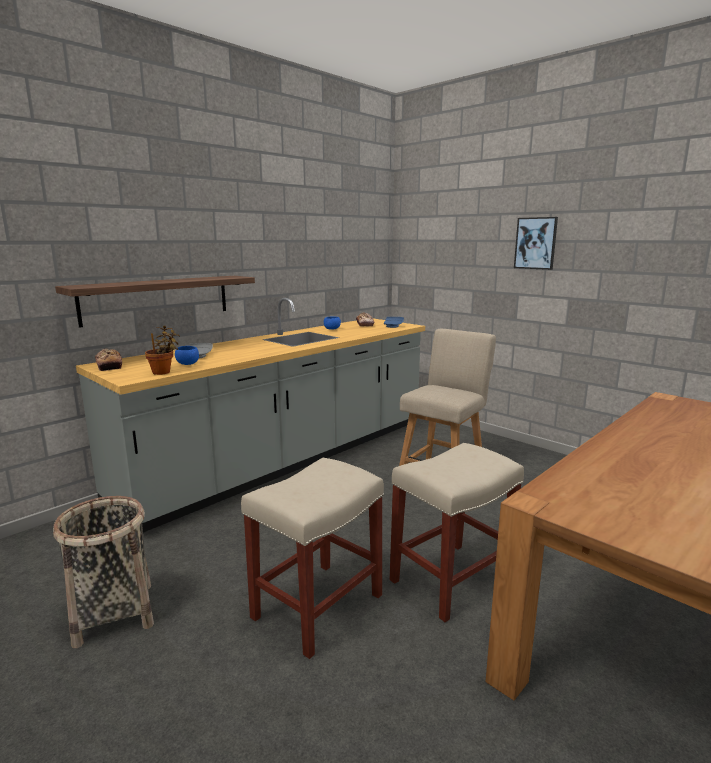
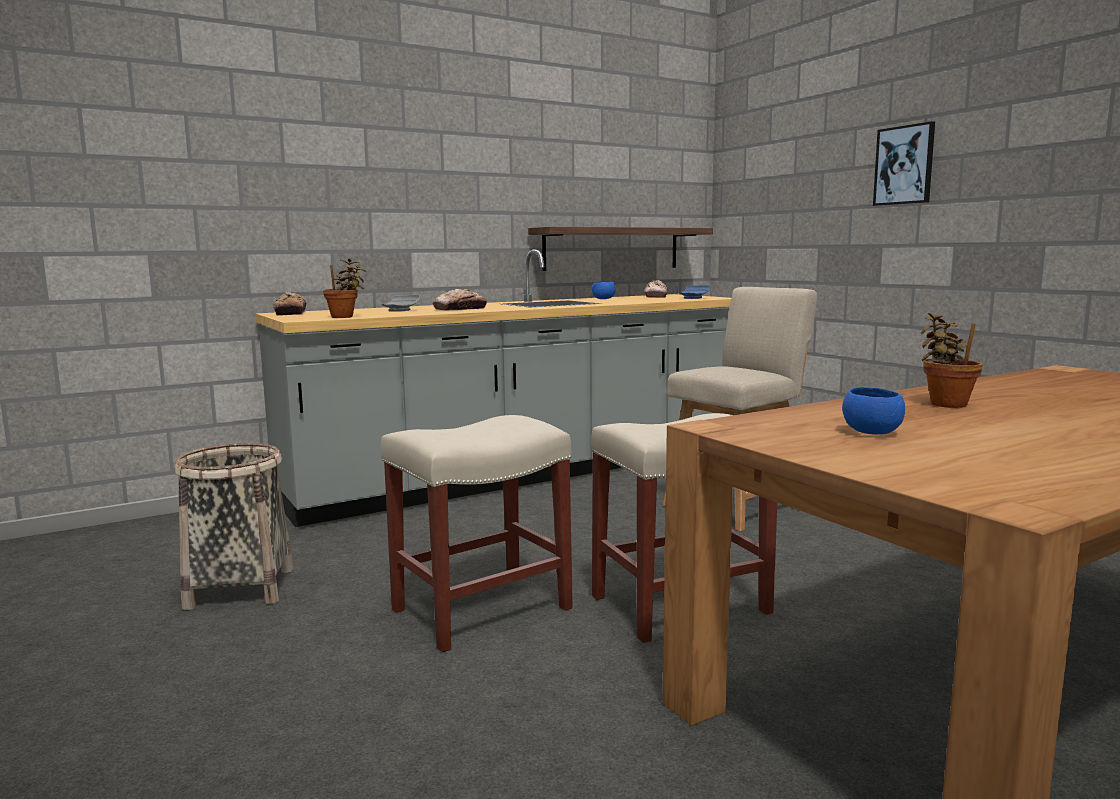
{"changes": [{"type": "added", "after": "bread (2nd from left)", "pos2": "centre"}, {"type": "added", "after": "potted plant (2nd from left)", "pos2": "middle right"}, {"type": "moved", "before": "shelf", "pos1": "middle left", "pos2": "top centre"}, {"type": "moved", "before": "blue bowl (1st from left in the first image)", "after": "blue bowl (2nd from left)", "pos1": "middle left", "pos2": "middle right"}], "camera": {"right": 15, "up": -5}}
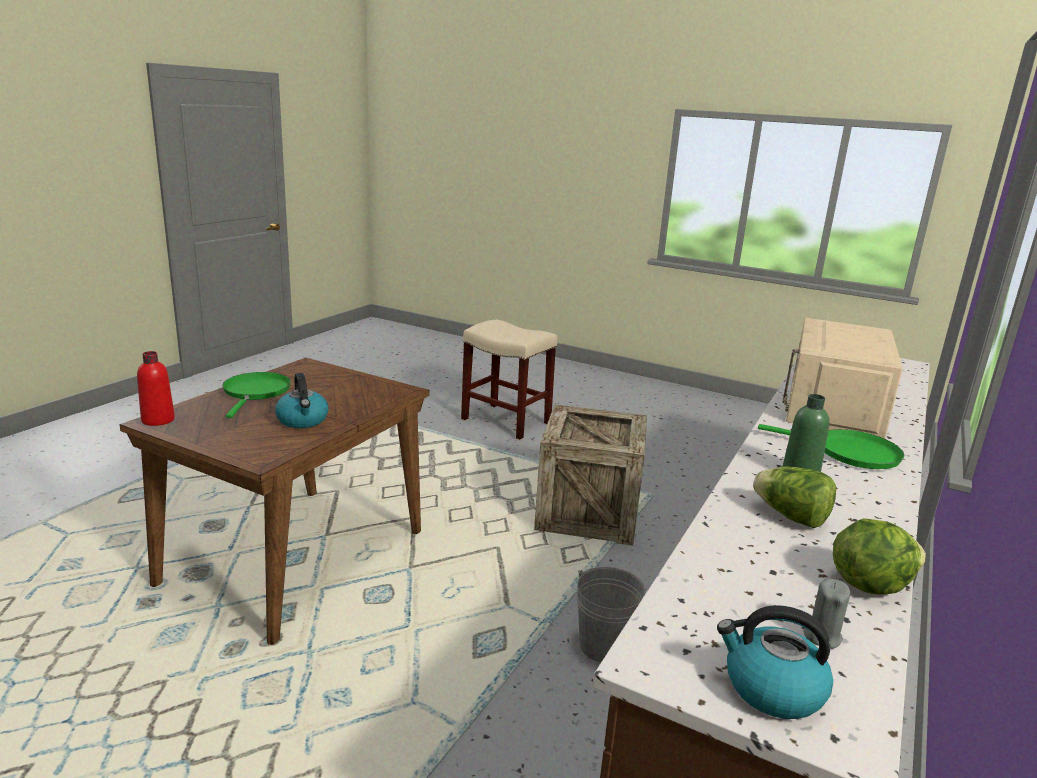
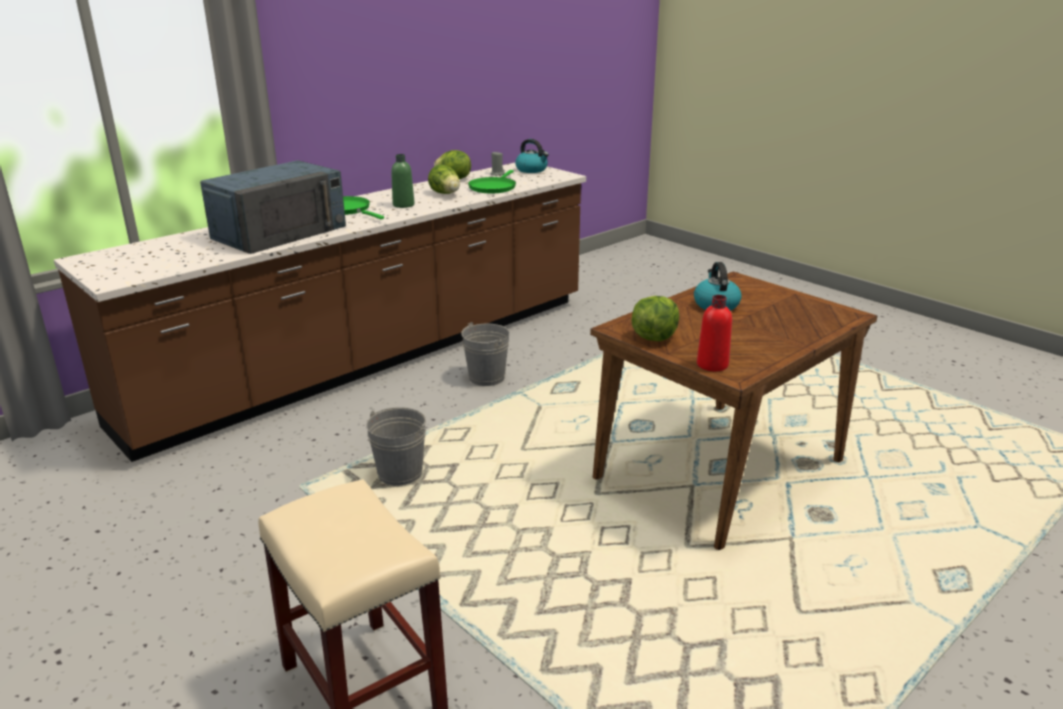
{"changes": [{"type": "added", "after": "lettuce (3rd from left)", "pos2": "centre"}, {"type": "moved", "before": "red bottle", "pos1": "middle left", "pos2": "middle right"}, {"type": "moved", "before": "green frying pan (1st from left in the first image)", "after": "green frying pan (2nd from left)", "pos1": "middle left", "pos2": "top centre"}, {"type": "replaced", "before": "crate", "after": "grey bucket (1st from left)", "pos1": "centre", "pos2": "centre"}, {"type": "recoloured", "before": "beige microwave", "after": "blue microwave", "pos1": "middle right", "pos2": "top left"}], "camera": {"right": -160, "up": 5}}
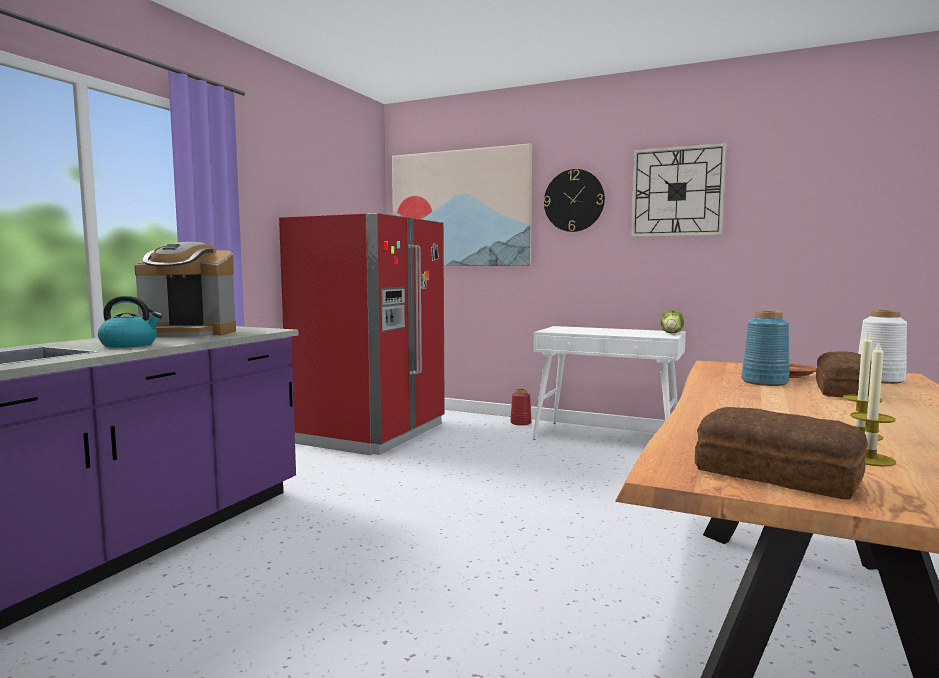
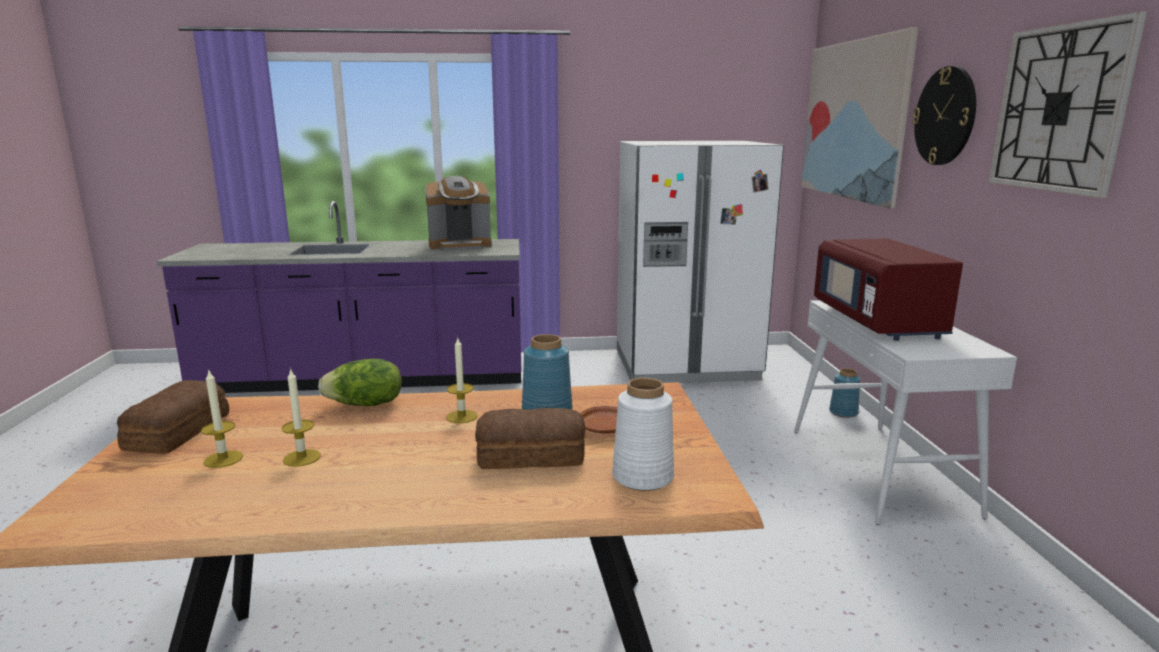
{"changes": [{"type": "removed", "before": "kettle", "pos1": "middle left"}, {"type": "added", "after": "candle (3rd from left)", "pos2": "centre"}, {"type": "added", "after": "red microwave", "pos2": "middle right"}, {"type": "moved", "before": "lettuce", "pos1": "middle right", "pos2": "middle left"}, {"type": "recoloured", "before": "red fridge", "after": "white fridge", "pos1": "centre", "pos2": "centre"}, {"type": "recoloured", "before": "red vase", "after": "blue vase (2nd from left)", "pos1": "centre", "pos2": "middle right"}, {"type": "turned", "before": "coffee machine", "pos1": "middle left", "pos2": "top centre", "turn": -75}], "camera": {"right": 60, "up": 10}}
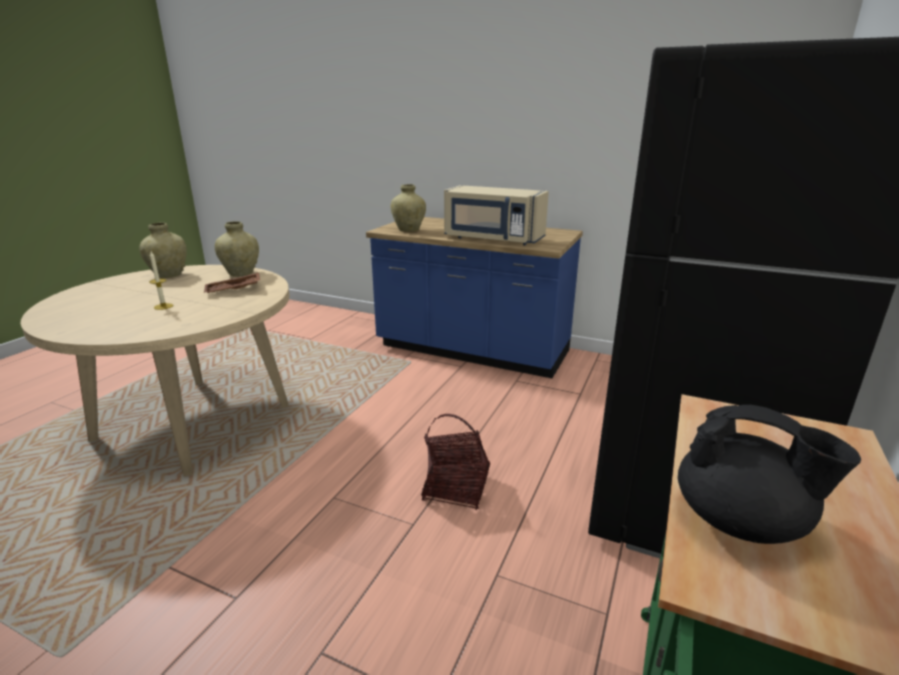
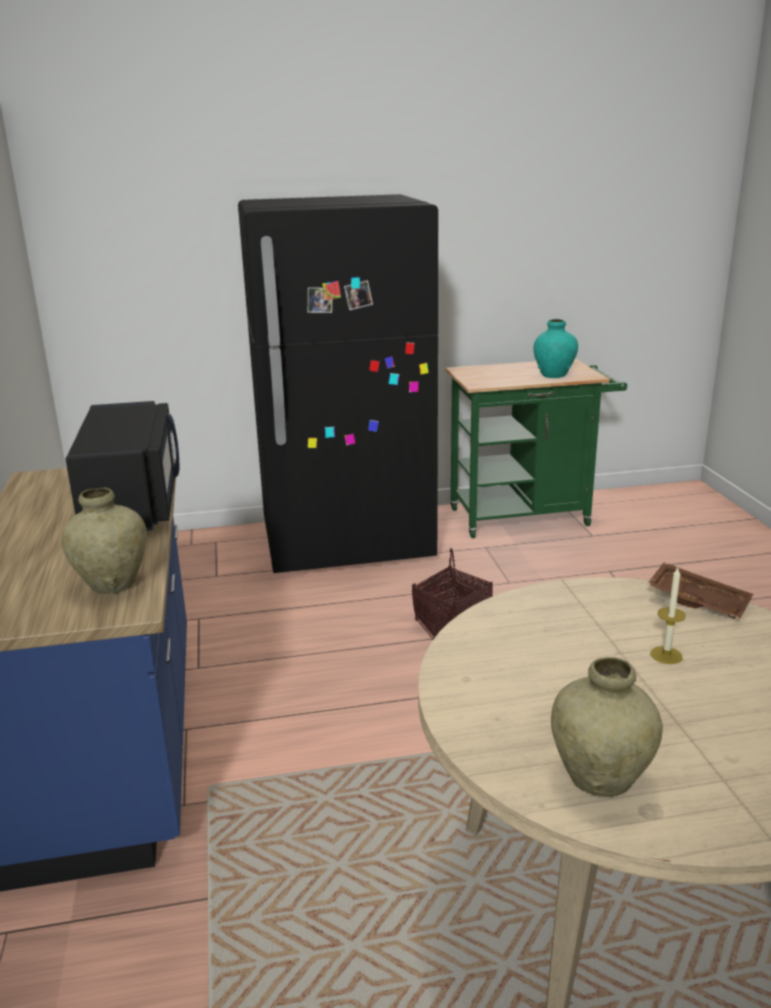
{"changes": [{"type": "removed", "before": "beige vase (2nd from left)", "pos1": "middle left"}, {"type": "moved", "before": "brown tray", "pos1": "middle left", "pos2": "middle right"}, {"type": "replaced", "before": "black teapot", "after": "turquoise vase", "pos1": "bottom right", "pos2": "middle right"}, {"type": "recoloured", "before": "beige microwave", "after": "black microwave", "pos1": "top centre", "pos2": "middle left"}], "camera": {"right": -125, "up": 0}}
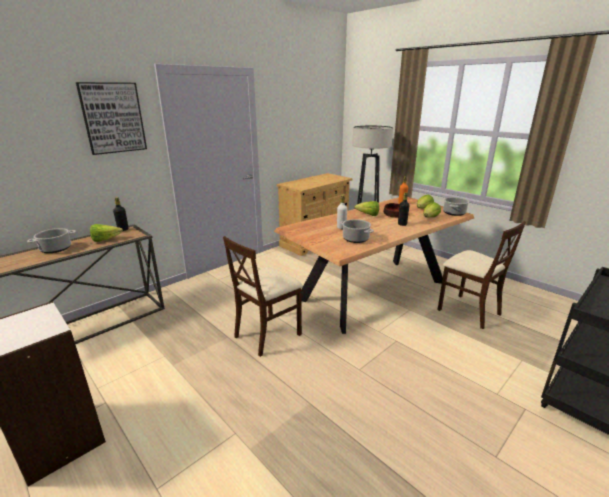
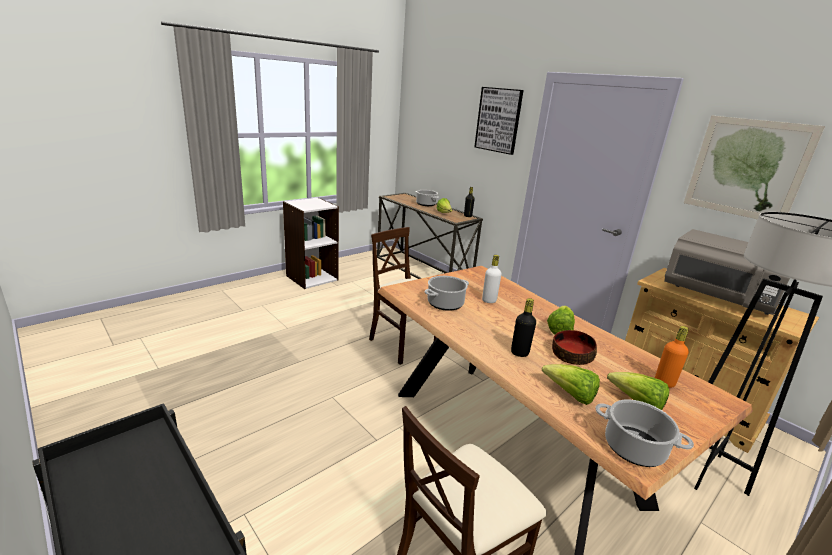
{"changes": [{"type": "added", "after": "grey microwave", "pos2": "middle right"}, {"type": "added", "after": "picture (2nd from left)", "pos2": "top right"}], "camera": {"right": 90, "up": 0}}
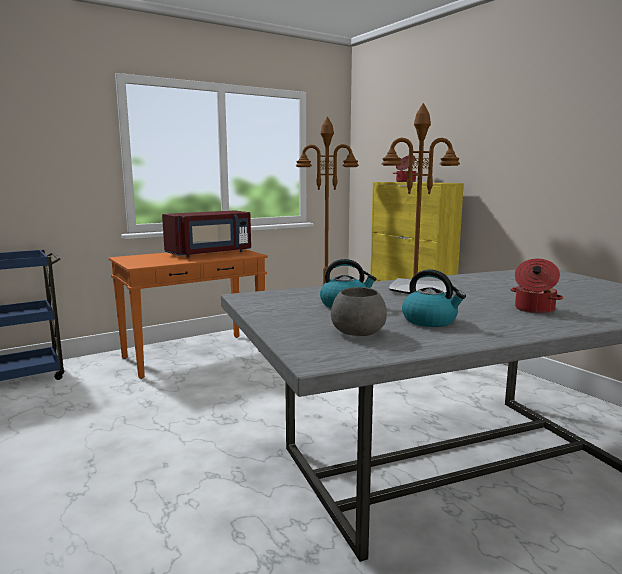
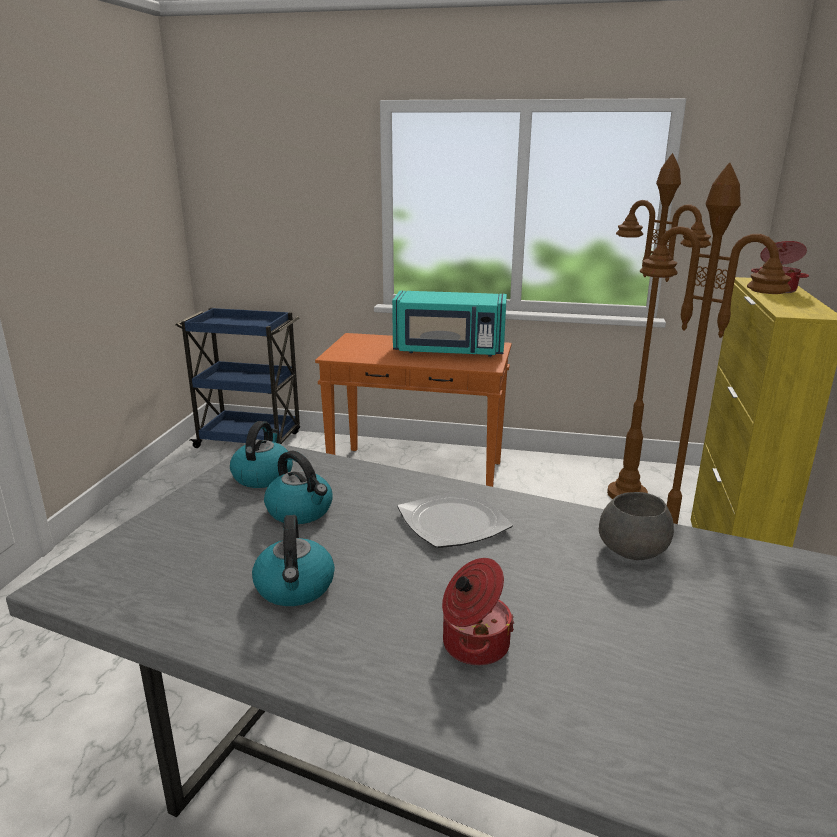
{"changes": [{"type": "added", "after": "kettle (1st from left)", "pos2": "middle left"}, {"type": "moved", "before": "grey bowl", "pos1": "centre", "pos2": "middle right"}, {"type": "recoloured", "before": "red microwave", "after": "turquoise microwave", "pos1": "middle left", "pos2": "centre"}], "camera": {"right": 45, "up": 10}}
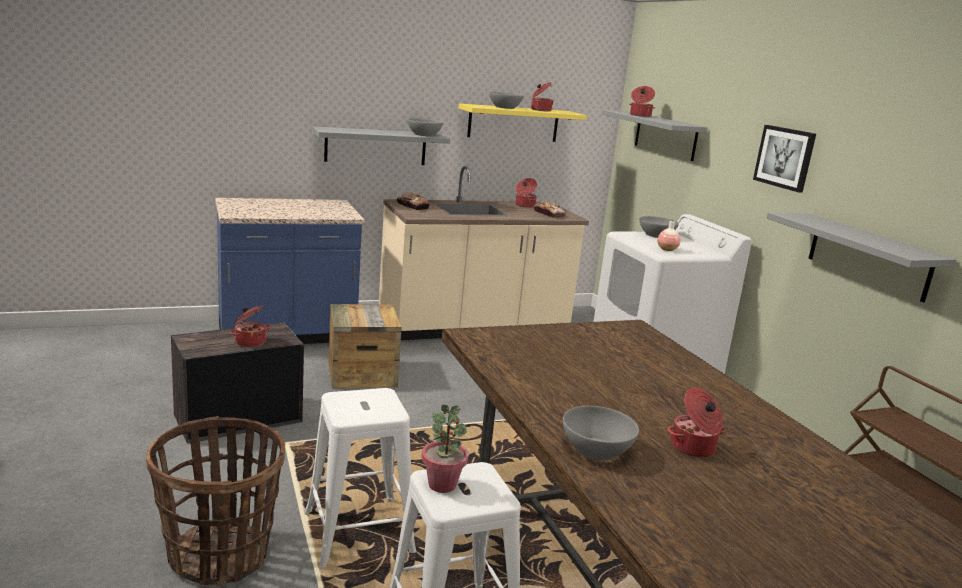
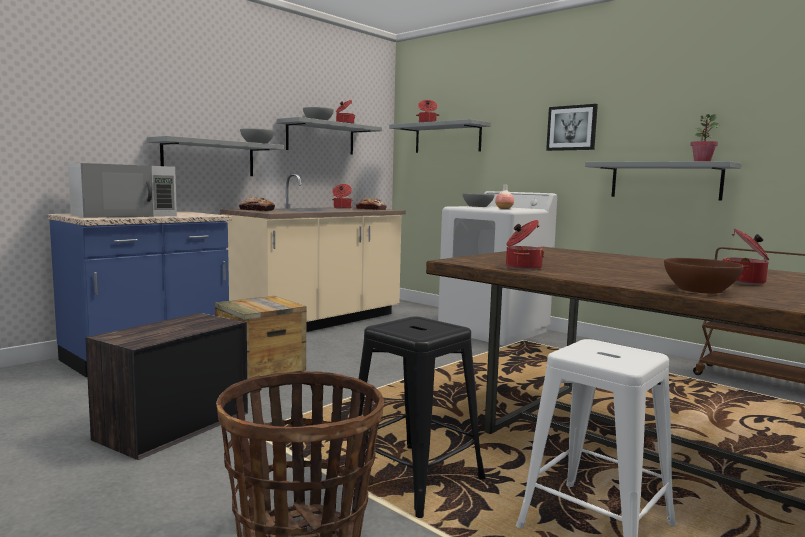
{"changes": [{"type": "added", "after": "white microwave", "pos2": "middle left"}, {"type": "moved", "before": "cooking pot (1st from left in the first image)", "after": "cooking pot (4th from left)", "pos1": "middle left", "pos2": "centre"}, {"type": "moved", "before": "potted plant", "pos1": "bottom centre", "pos2": "top right"}, {"type": "recoloured", "before": "white stool (1st from left)", "after": "black stool", "pos1": "bottom centre", "pos2": "bottom centre"}, {"type": "recoloured", "before": "yellow shelf", "after": "grey shelf (2nd from left)", "pos1": "top centre", "pos2": "top centre"}, {"type": "recoloured", "before": "grey bowl (3rd from left)", "after": "brown bowl", "pos1": "bottom centre", "pos2": "middle right"}], "camera": {"right": -25, "up": -10}}
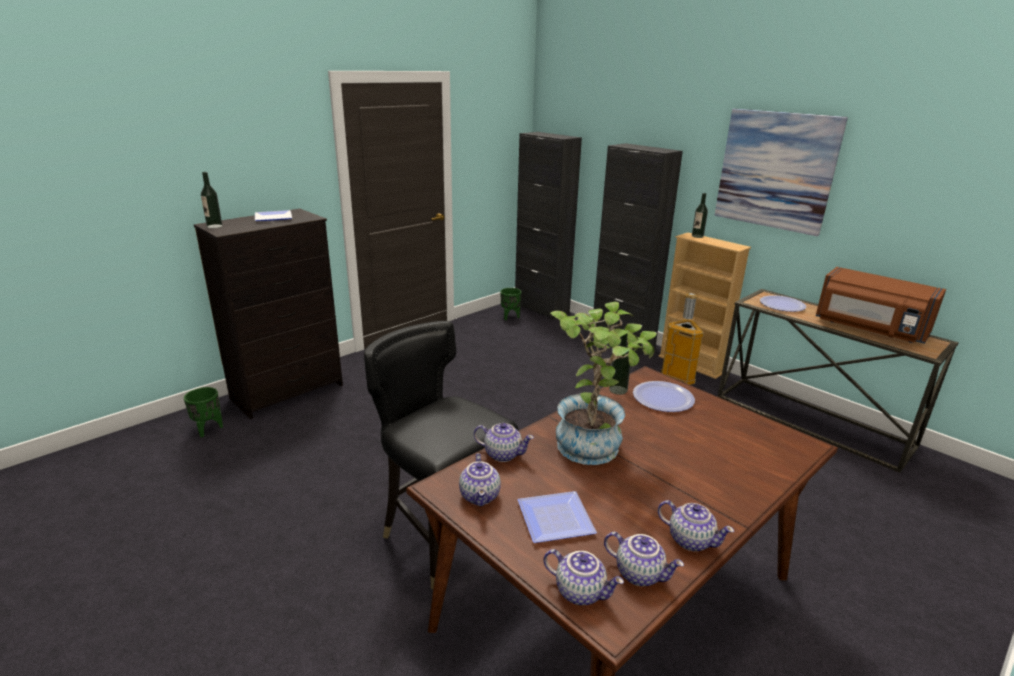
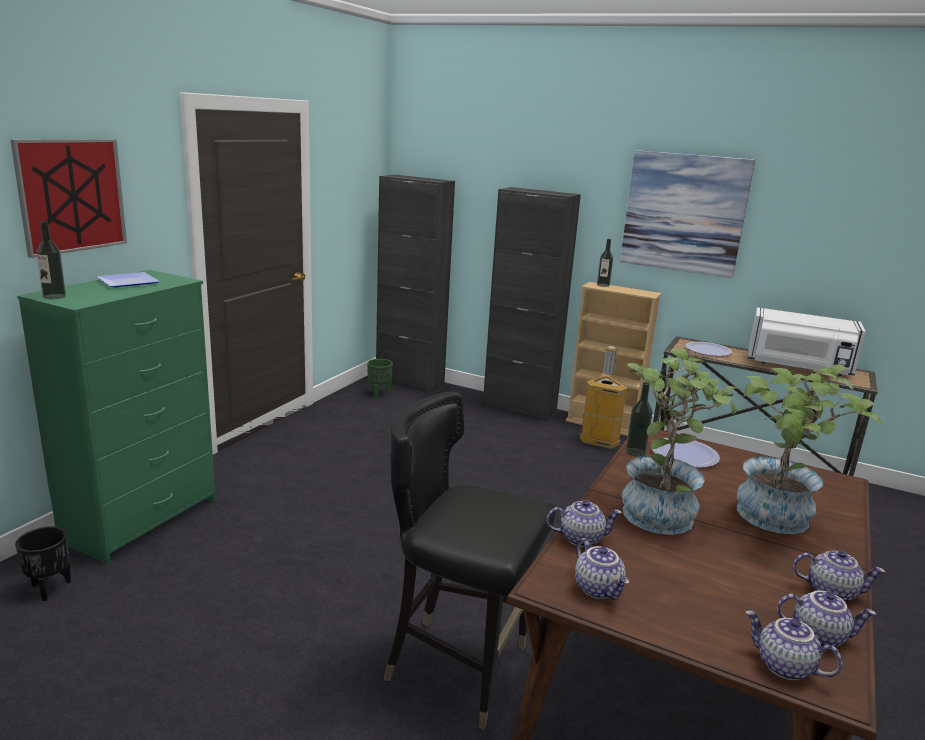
{"changes": [{"type": "removed", "before": "plate (2nd from left)", "pos1": "bottom centre"}, {"type": "added", "after": "picture (1st from left)", "pos2": "top left"}, {"type": "added", "after": "potted plant (2nd from left)", "pos2": "middle right"}, {"type": "recoloured", "before": "green planter (1st from left)", "after": "black planter", "pos1": "middle left", "pos2": "bottom left"}, {"type": "recoloured", "before": "black dresser", "after": "green dresser", "pos1": "middle left", "pos2": "middle left"}, {"type": "recoloured", "before": "brown microwave", "after": "white microwave", "pos1": "middle right", "pos2": "middle right"}, {"type": "turned", "before": "teapot (3rd from left)", "pos1": "bottom centre", "pos2": "bottom right", "turn": -150}], "camera": {"right": -20, "up": -5}}
